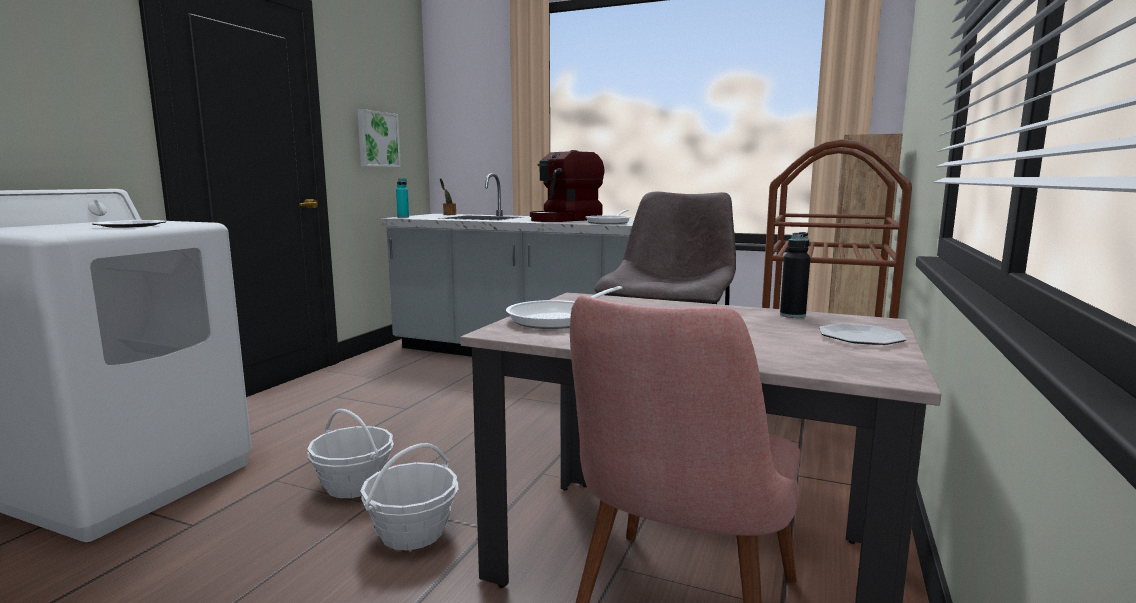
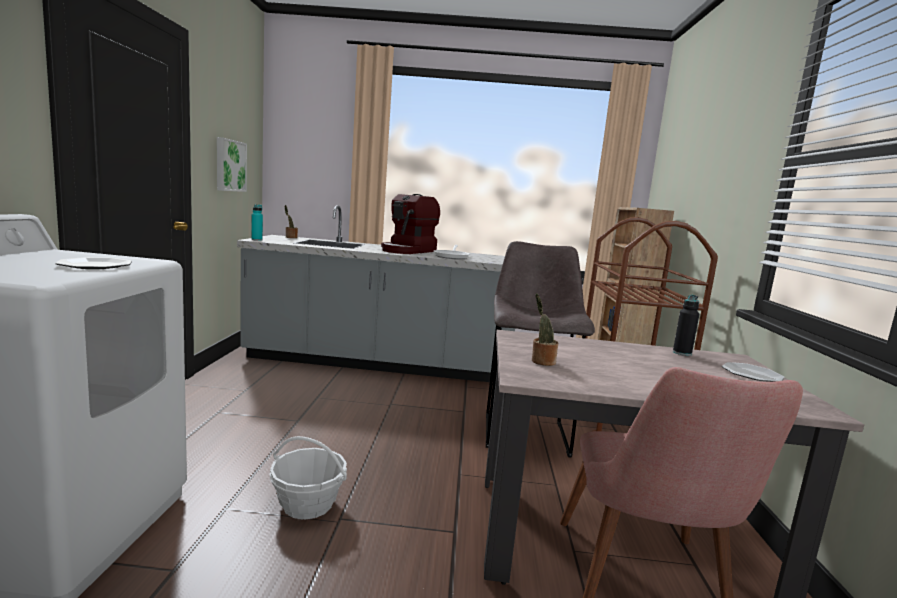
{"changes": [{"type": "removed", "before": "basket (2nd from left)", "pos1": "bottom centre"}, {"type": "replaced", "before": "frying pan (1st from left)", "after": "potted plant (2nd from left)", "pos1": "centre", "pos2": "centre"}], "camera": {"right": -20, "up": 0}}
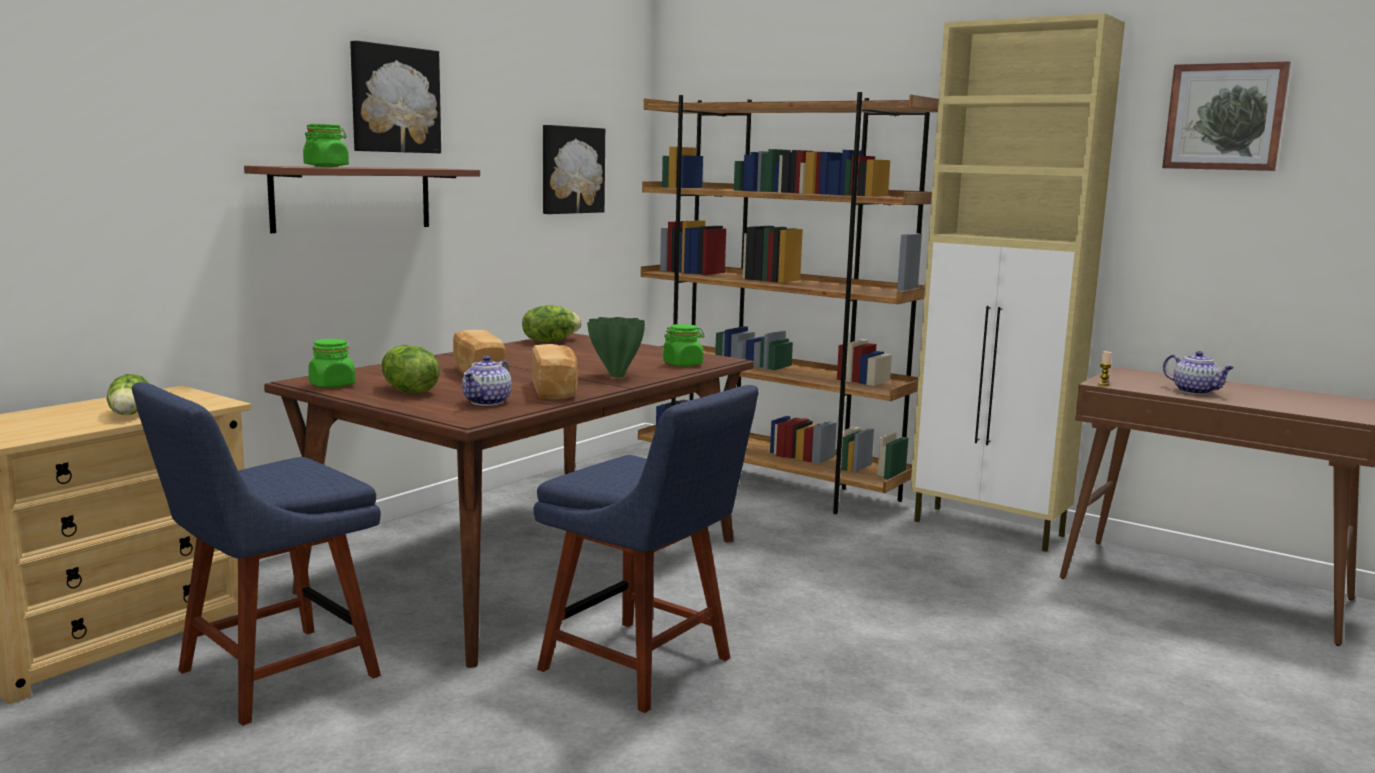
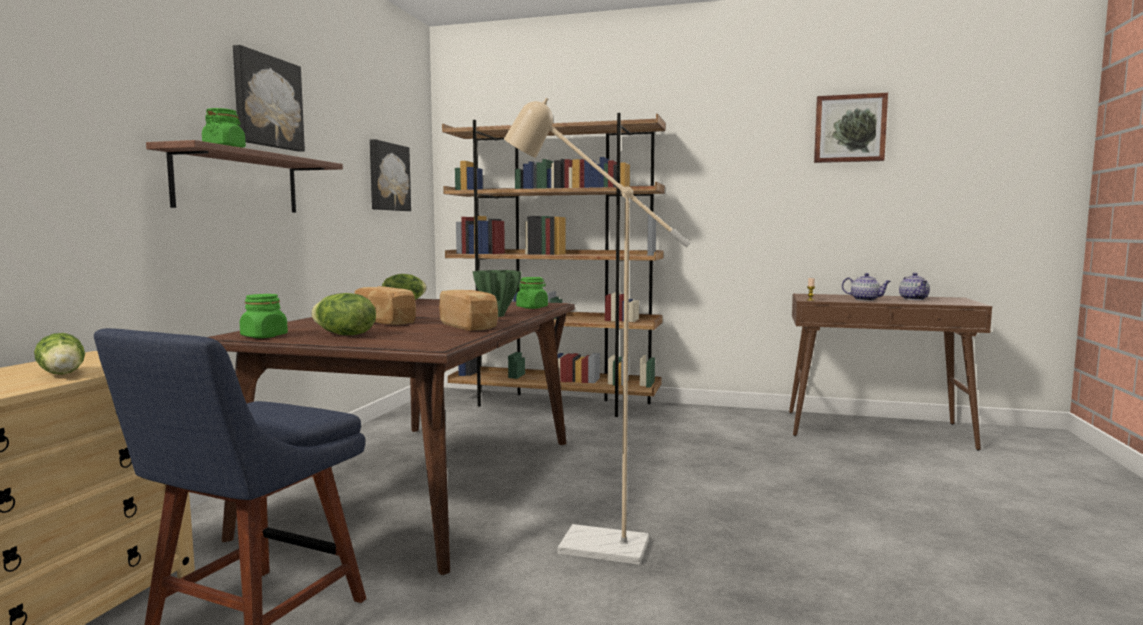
{"changes": [{"type": "removed", "before": "beige cabinet", "pos1": "middle right"}, {"type": "moved", "before": "teapot (1st from left in the first image)", "after": "teapot (2nd from left)", "pos1": "centre", "pos2": "middle right"}, {"type": "replaced", "before": "blue chair (2nd from left)", "after": "beige floor lamp", "pos1": "bottom centre", "pos2": "centre"}], "camera": {"right": -20, "up": -5}}
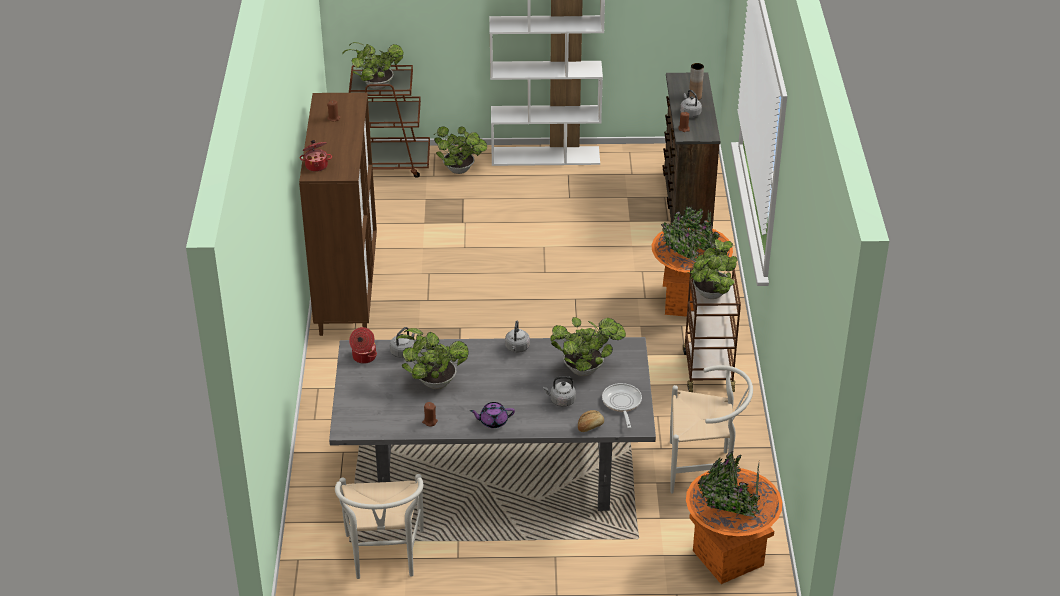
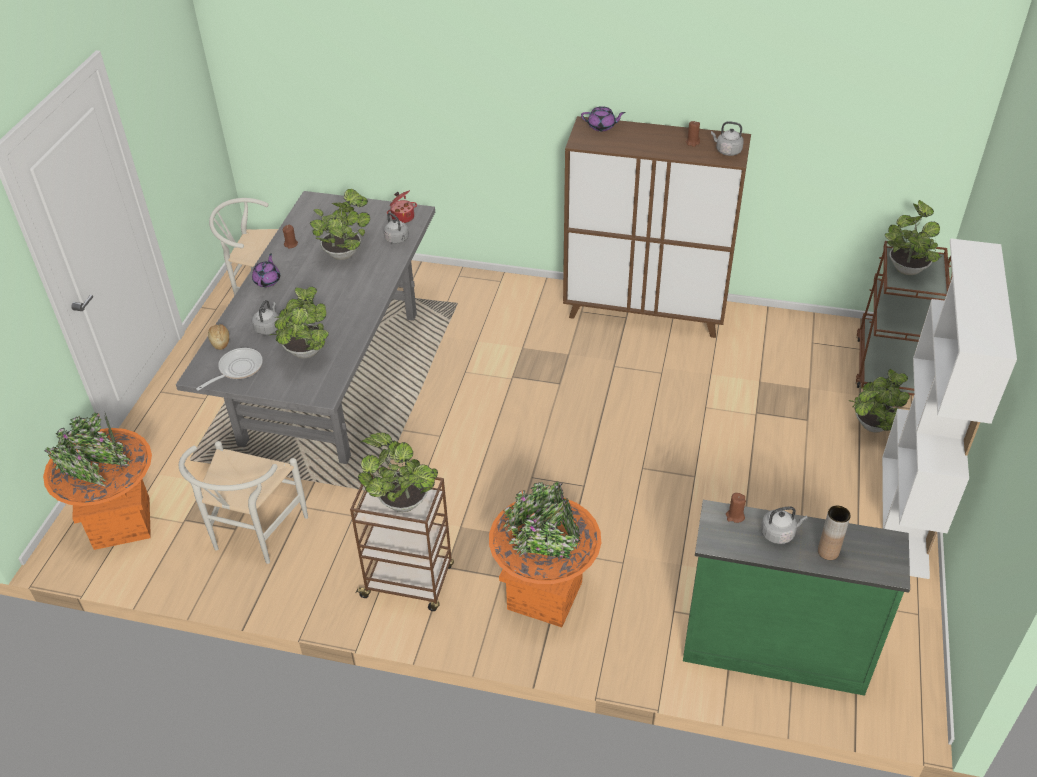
{"changes": [{"type": "moved", "before": "grey kettle (2nd from left in the first image)", "after": "grey kettle (3rd from left)", "pos1": "centre", "pos2": "top right"}, {"type": "replaced", "before": "cooking pot (1st from left)", "after": "purple teapot (2nd from left)", "pos1": "top left", "pos2": "top centre"}, {"type": "recoloured", "before": "brown dresser", "after": "green dresser", "pos1": "top centre", "pos2": "bottom right"}, {"type": "turned", "before": "frying pan", "pos1": "bottom centre", "pos2": "middle left", "turn": -60}], "camera": {"right": 105, "up": 5}}
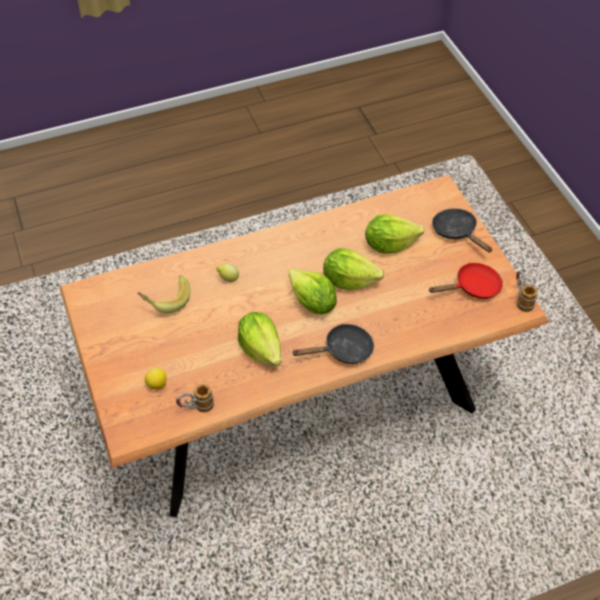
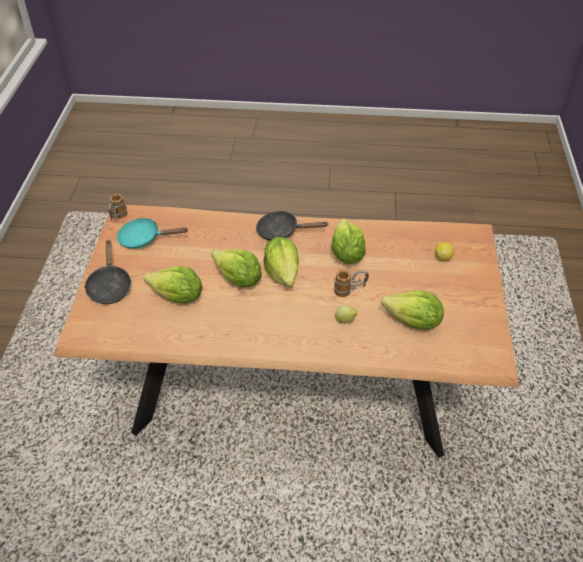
{"changes": [{"type": "moved", "before": "mug (1st from left in the first image)", "after": "mug (2nd from left)", "pos1": "middle left", "pos2": "centre"}, {"type": "replaced", "before": "banana", "after": "lettuce (5th from left)", "pos1": "middle left", "pos2": "middle right"}, {"type": "recoloured", "before": "red frying pan", "after": "turquoise frying pan", "pos1": "middle right", "pos2": "middle left"}], "camera": {"right": -155, "up": -5}}
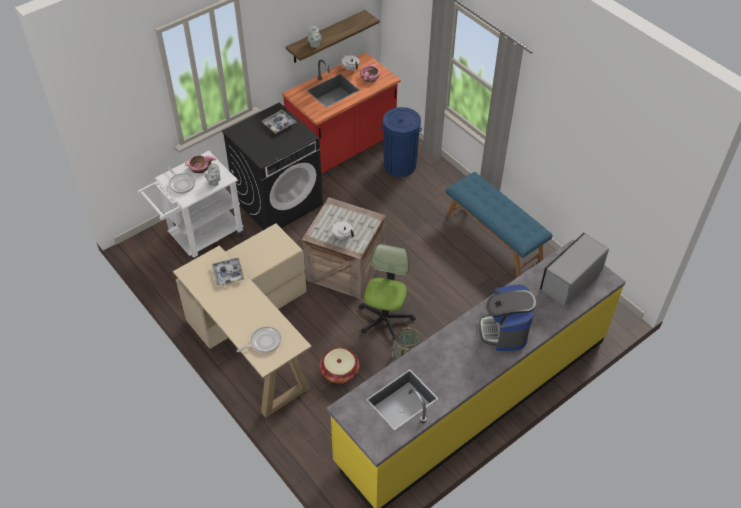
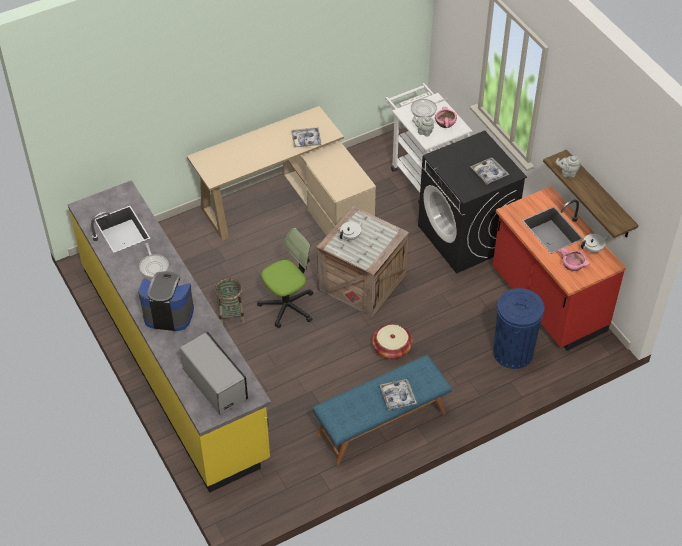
{"changes": [{"type": "added", "after": "tray (2nd from left)", "pos2": "bottom centre"}, {"type": "moved", "before": "frying pan (2nd from left in the first image)", "after": "frying pan (1st from left)", "pos1": "bottom centre", "pos2": "middle left"}, {"type": "moved", "before": "basket (1st from left in the first image)", "after": "basket (2nd from left)", "pos1": "bottom centre", "pos2": "centre"}, {"type": "turned", "before": "office chair", "pos1": "centre", "pos2": "centre", "turn": -60}], "camera": {"right": 100, "up": 0}}
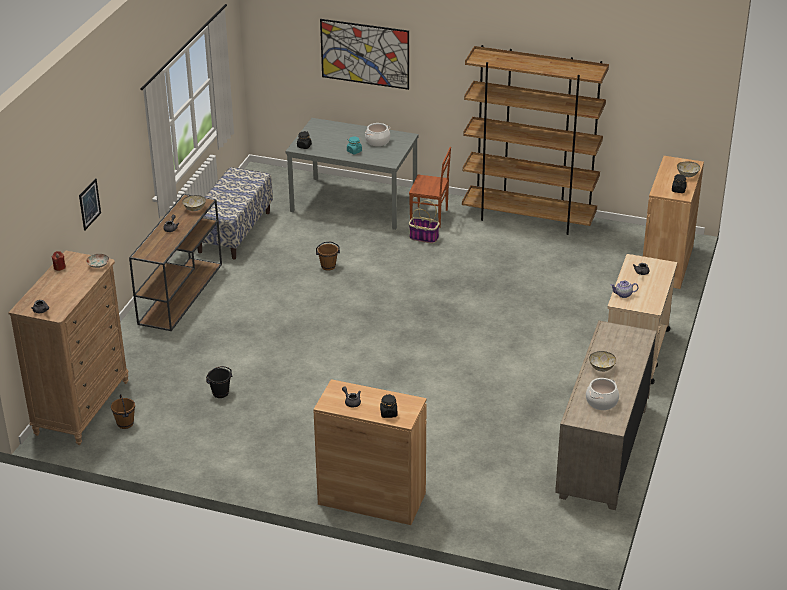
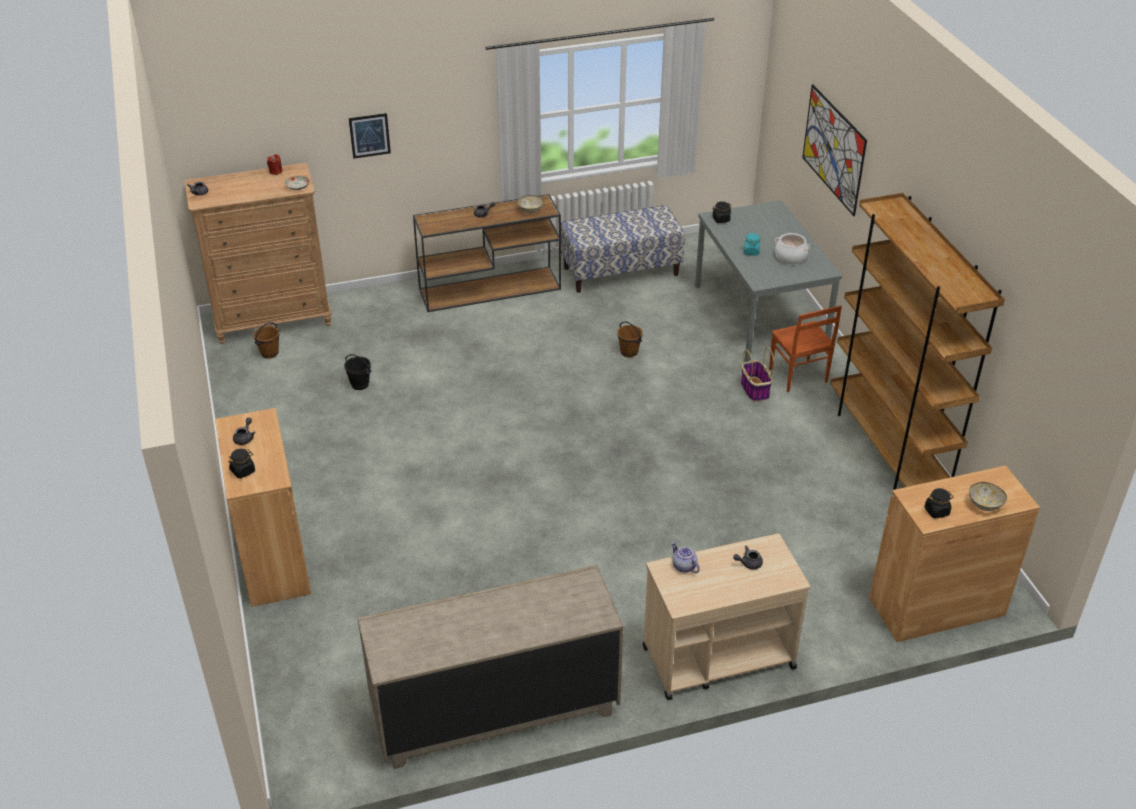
{"changes": [{"type": "removed", "before": "cooking pot (2nd from left)", "pos1": "bottom right"}, {"type": "removed", "before": "bowl (2nd from left)", "pos1": "middle right"}], "camera": {"right": 55, "up": 5}}
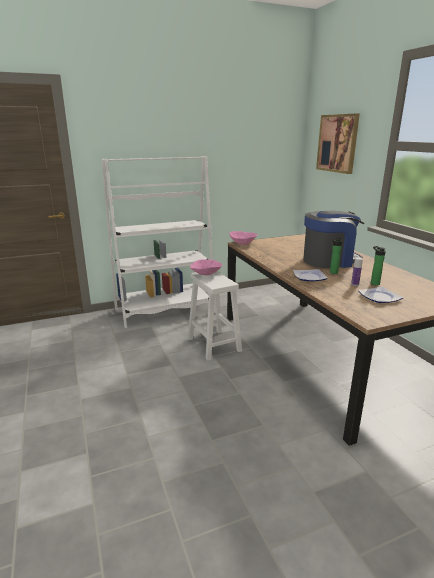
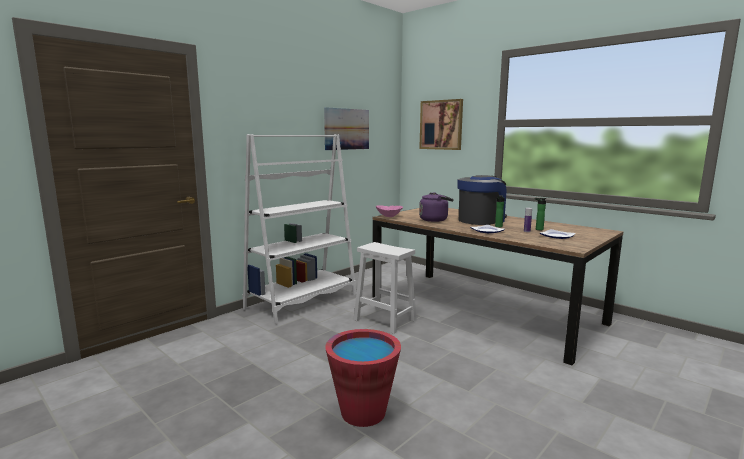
{"changes": [{"type": "removed", "before": "pink bowl (1st from left)", "pos1": "centre"}, {"type": "added", "after": "picture (1st from left)", "pos2": "top centre"}, {"type": "added", "after": "red bucket", "pos2": "bottom centre"}, {"type": "added", "after": "purple kettle", "pos2": "centre"}], "camera": {"right": -25, "up": -10}}
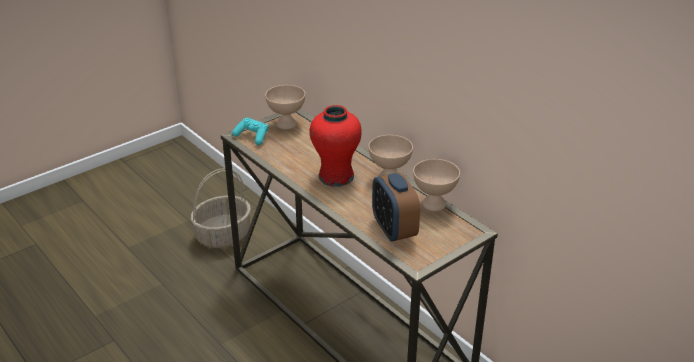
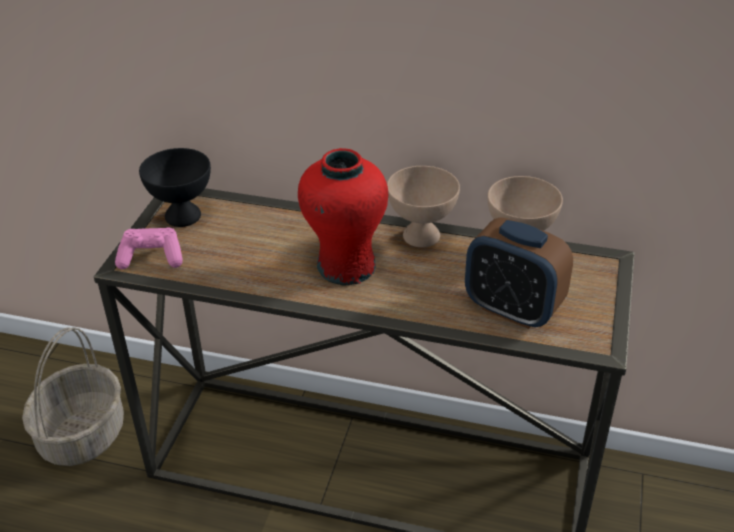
{"changes": [{"type": "recoloured", "before": "turquoise game controller", "after": "pink game controller", "pos1": "centre", "pos2": "middle left"}, {"type": "recoloured", "before": "beige bowl (1st from left)", "after": "black bowl", "pos1": "top centre", "pos2": "middle left"}], "camera": {"right": -35, "up": 5}}
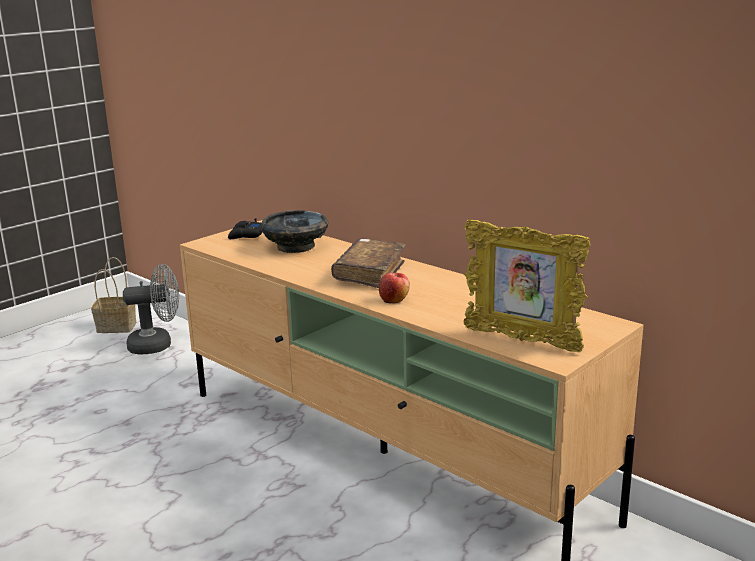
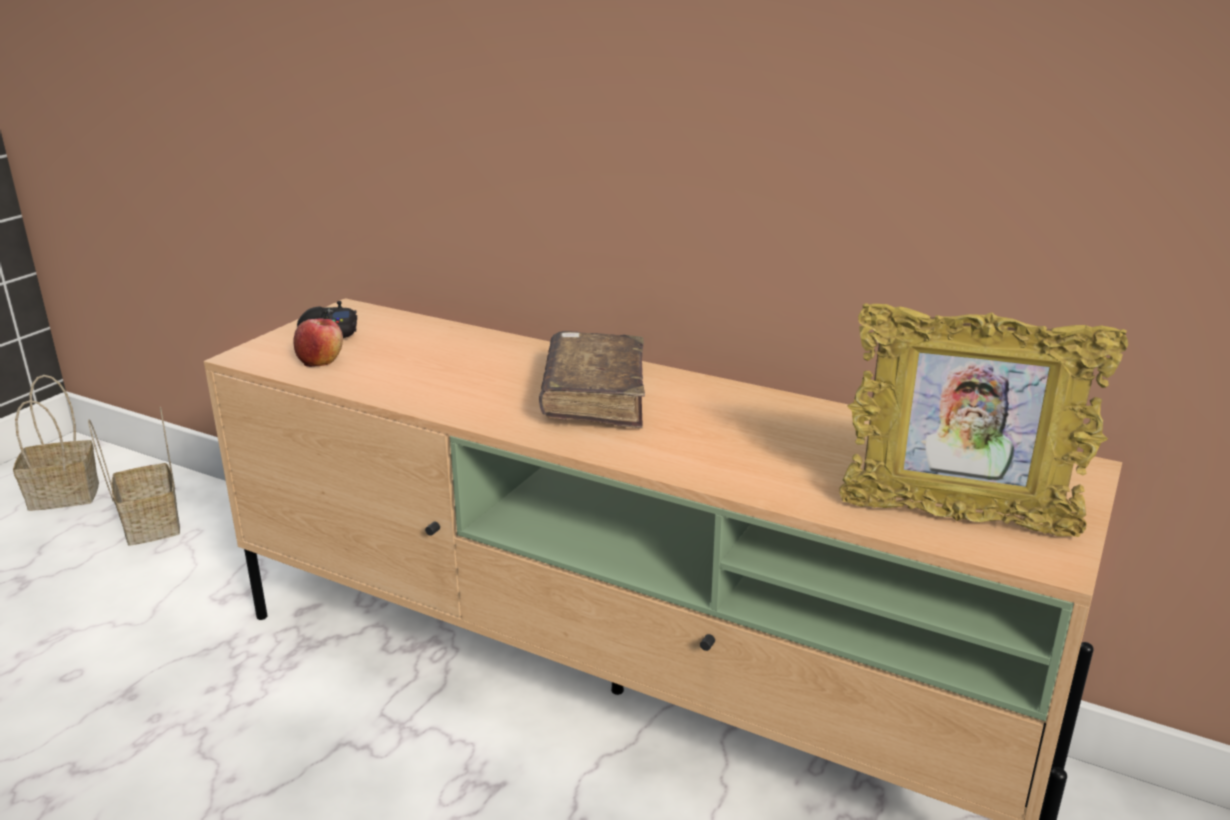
{"changes": [{"type": "removed", "before": "black bowl", "pos1": "centre"}, {"type": "moved", "before": "apple", "pos1": "centre", "pos2": "middle left"}, {"type": "replaced", "before": "grey fan", "after": "basket (2nd from left)", "pos1": "middle left", "pos2": "middle left"}], "camera": {"right": -15, "up": 5}}
